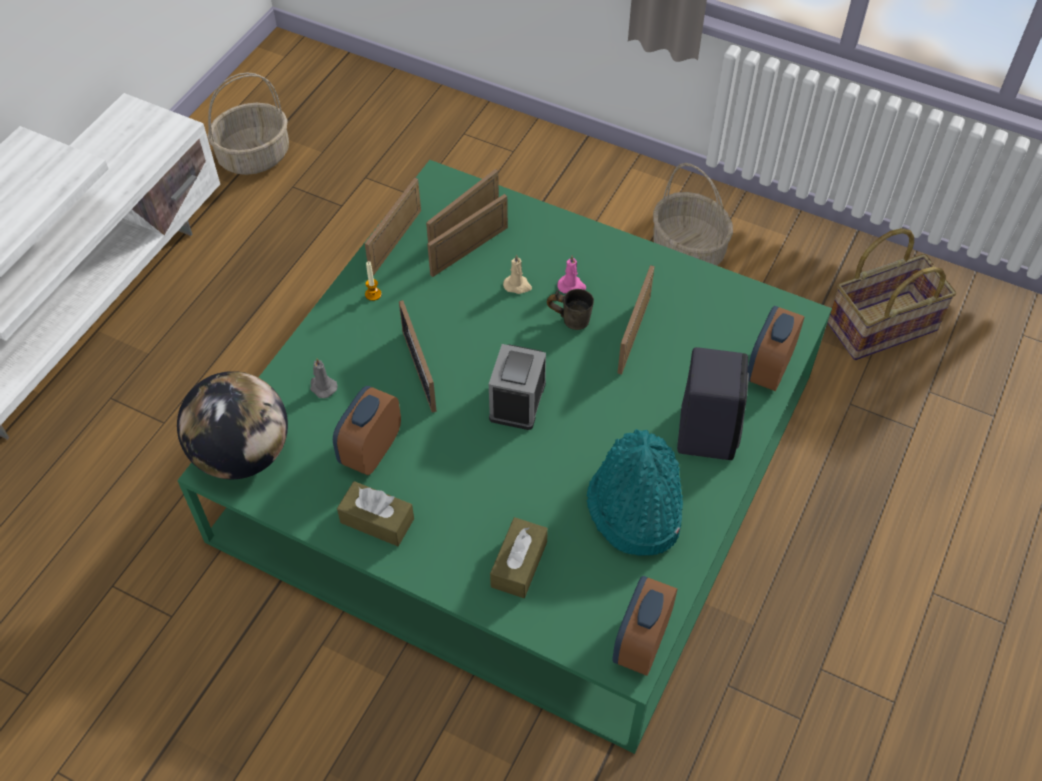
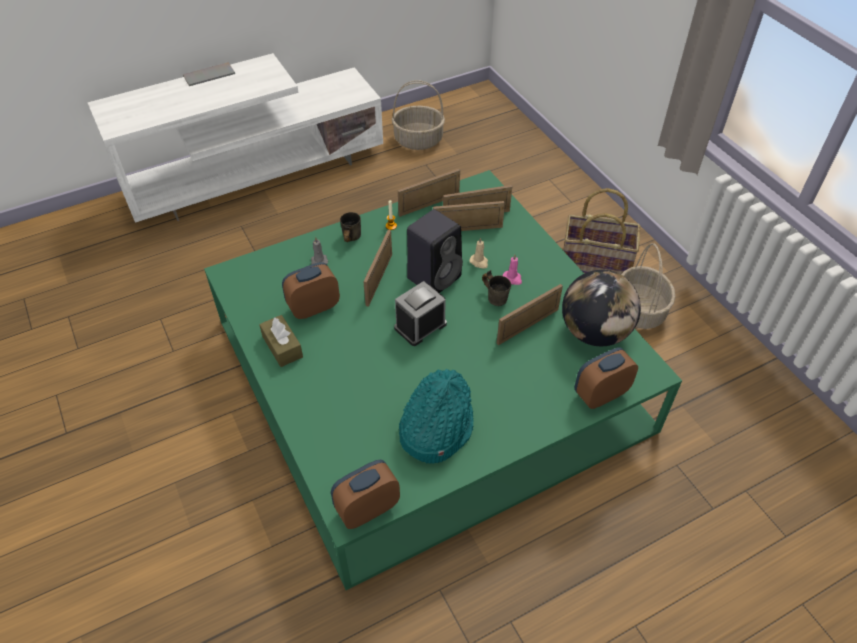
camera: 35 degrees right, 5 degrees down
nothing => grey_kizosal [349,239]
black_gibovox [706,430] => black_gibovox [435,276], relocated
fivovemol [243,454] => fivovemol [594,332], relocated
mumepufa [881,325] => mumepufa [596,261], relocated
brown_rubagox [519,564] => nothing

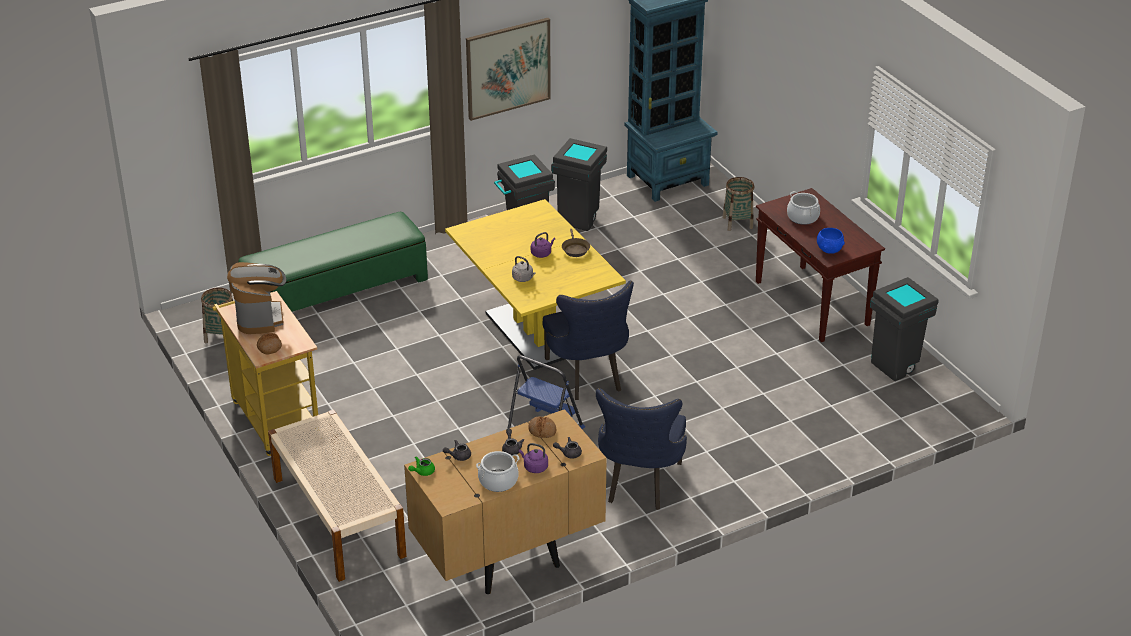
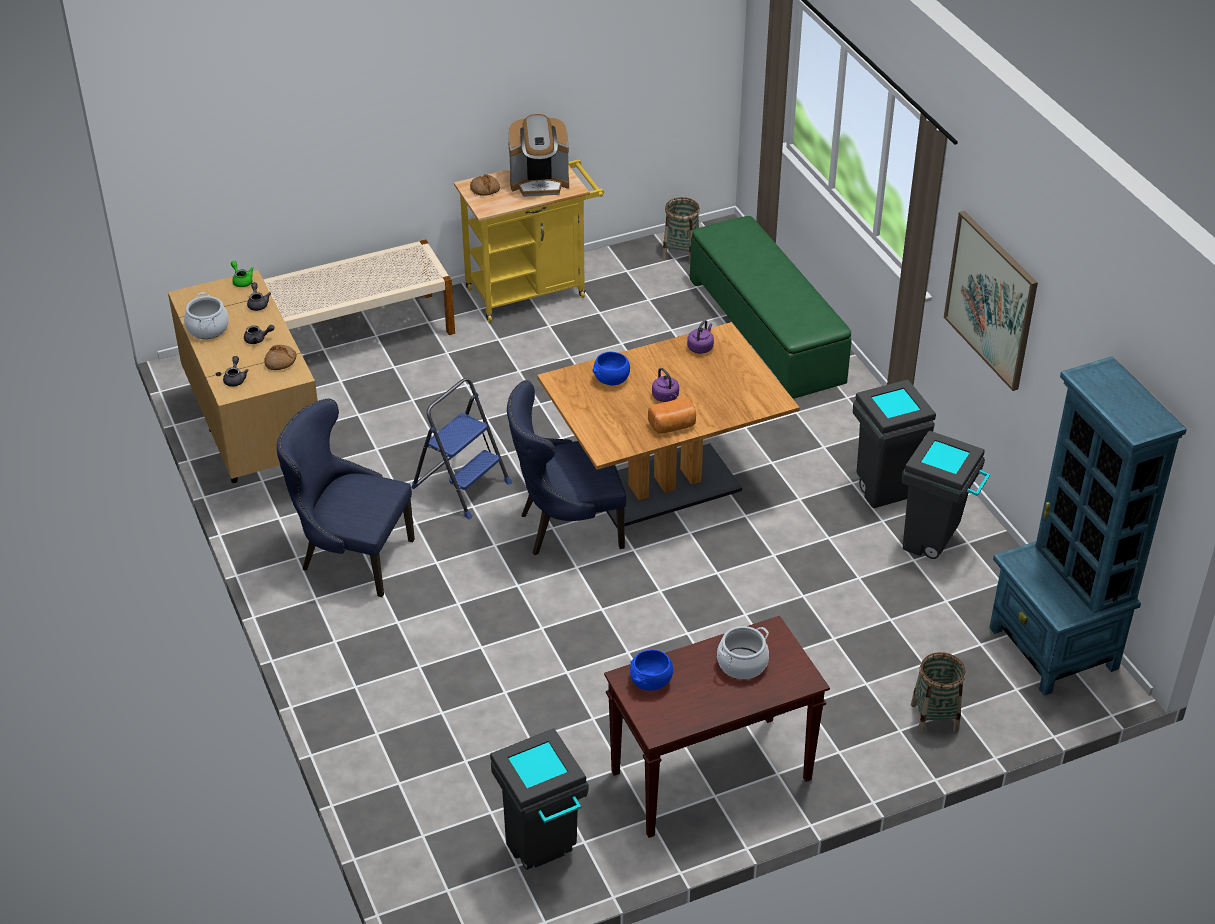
camera: 95 degrees right, 5 degrees up
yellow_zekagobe [534,333] => brown_zekagobe [664,486]
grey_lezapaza [523,278] => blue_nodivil [611,379]
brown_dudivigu [575,249] => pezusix [673,426]
purple_lezapaza [534,467] => purple_lezapaza [701,347], relocated

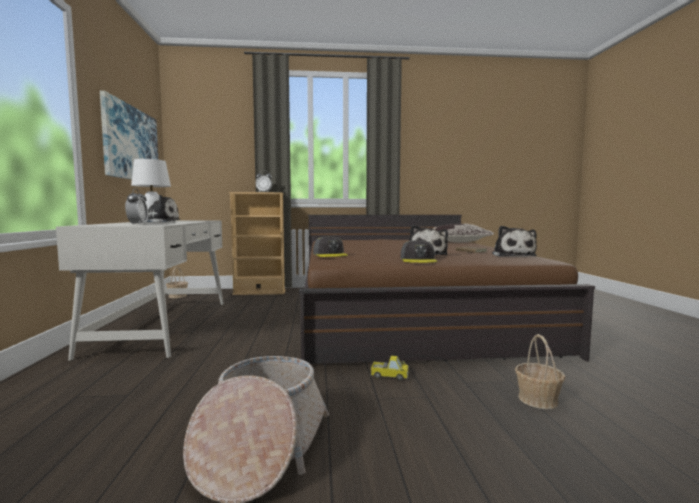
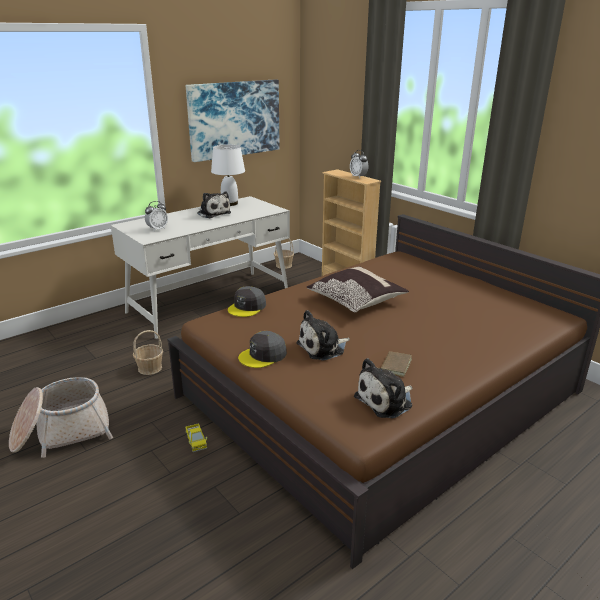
camera: 55 degrees right, 20 degrees up
mumepufa [537,400] => mumepufa [149,368], relocated
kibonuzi [458,242] => kibonuzi [356,301], relocated

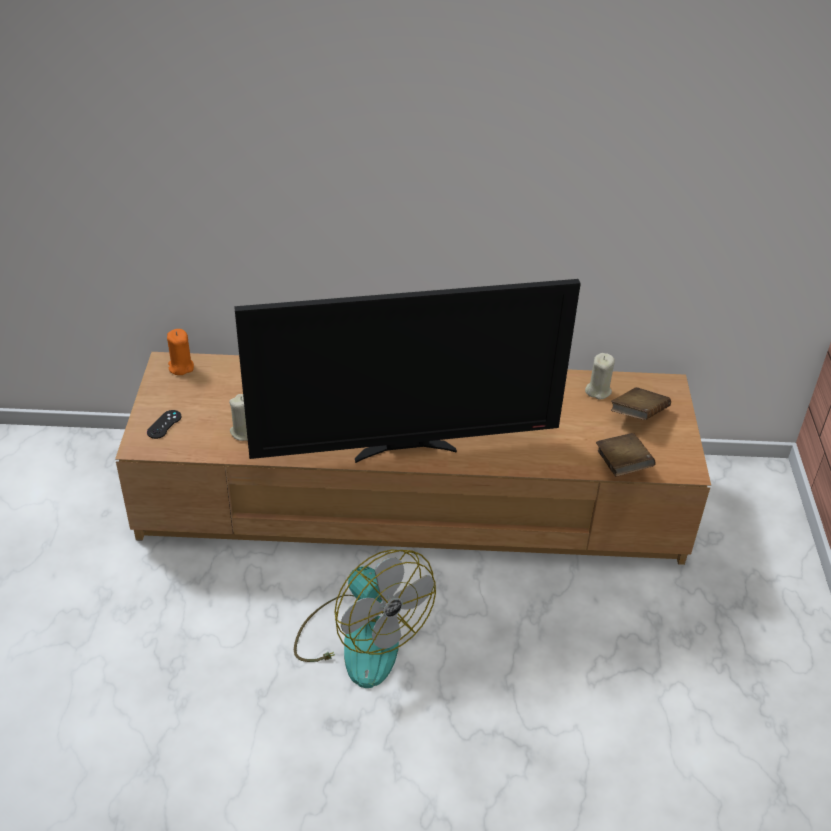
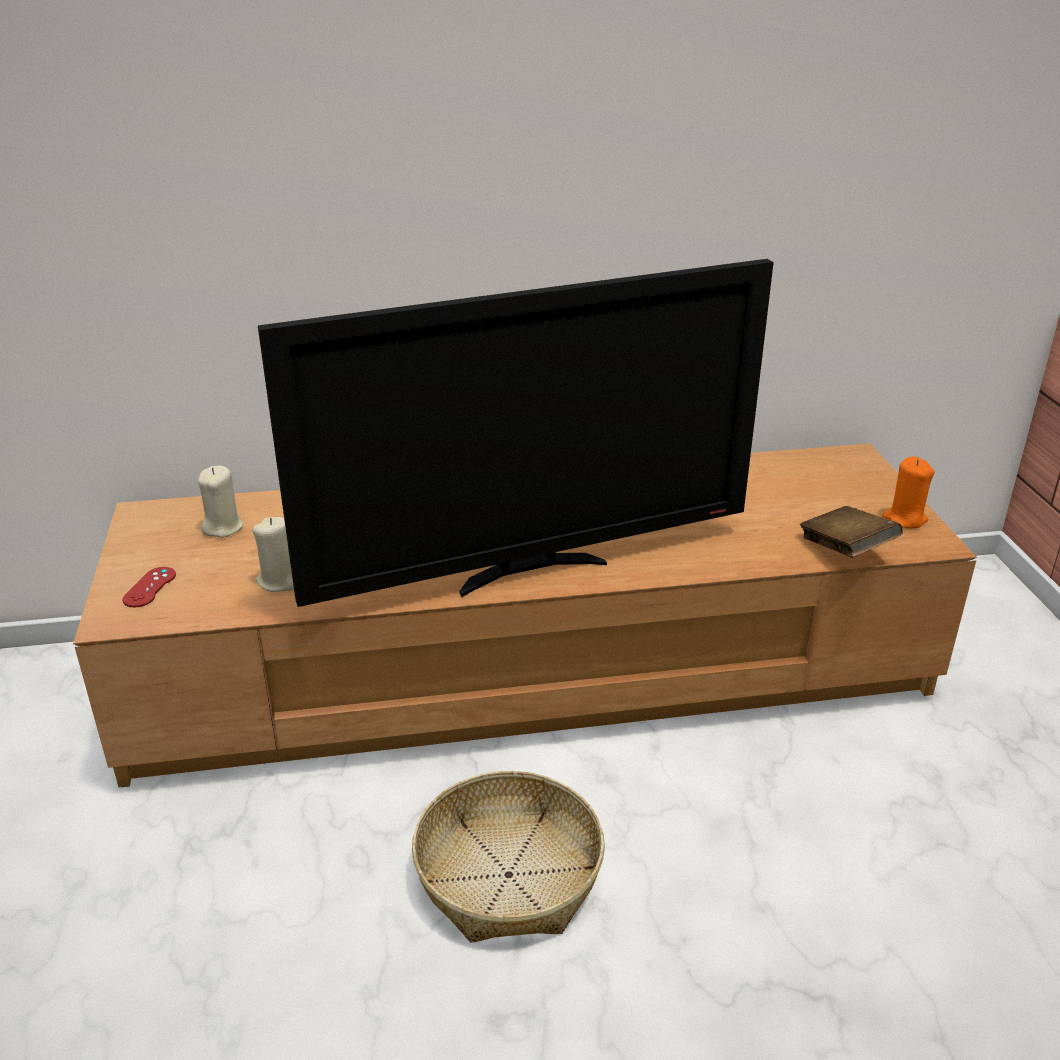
camera: 10 degrees left, 10 degrees down
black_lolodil [164,424] => red_lolodil [149,587]
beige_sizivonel [598,391] => beige_sizivonel [223,527], relocated
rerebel [360,638] => mumepufa [509,874]
orange_sizivonel [181,367] => orange_sizivonel [904,519], relocated
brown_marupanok [638,415] => nothing

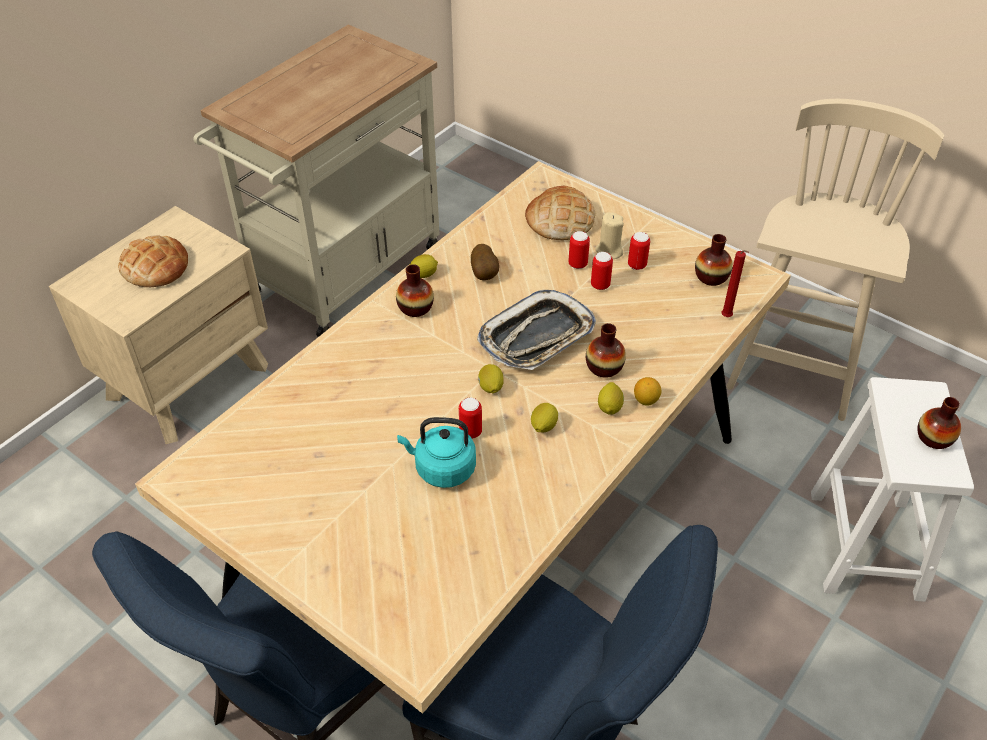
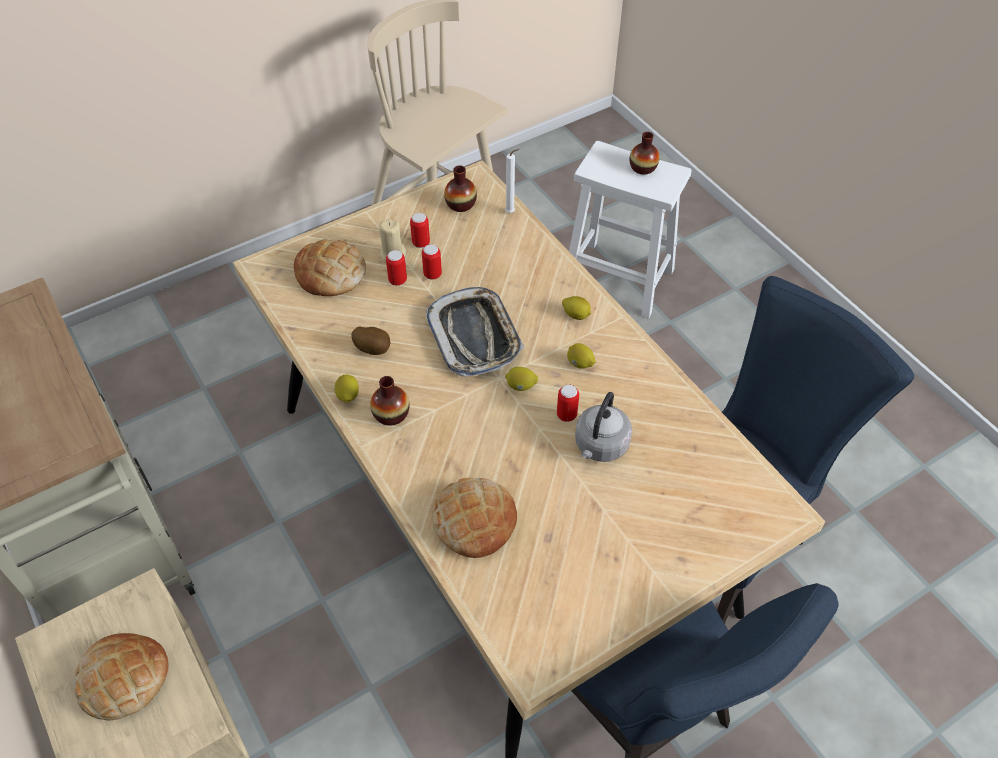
camera: 70 degrees left, 5 degrees up
nothing => pezusix [474,520]
red_sizivonel [727,318] => white_sizivonel [511,212]
turquoise_lezapaza [442,469] => grey_lezapaza [600,446]
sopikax [604,367] => nothing
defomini [646,400] => nothing

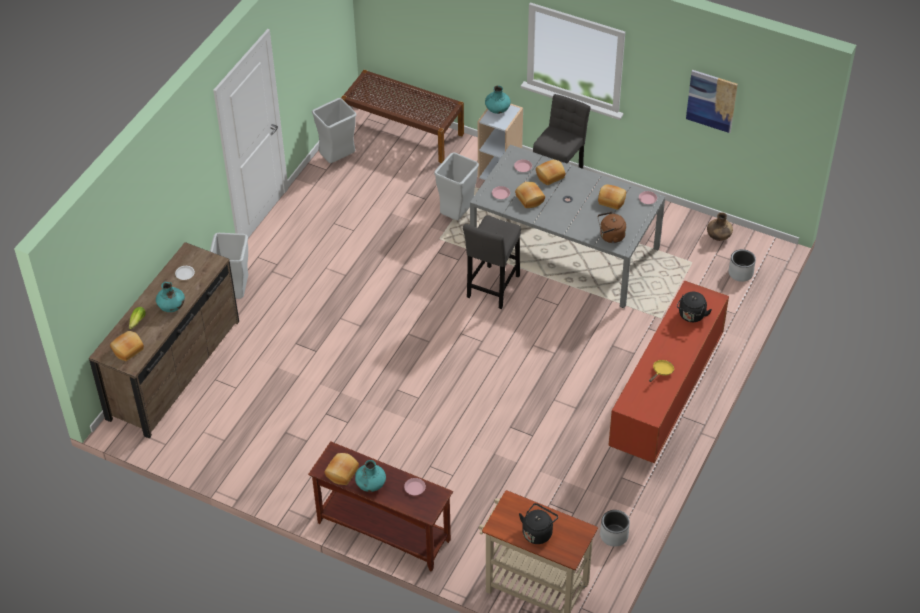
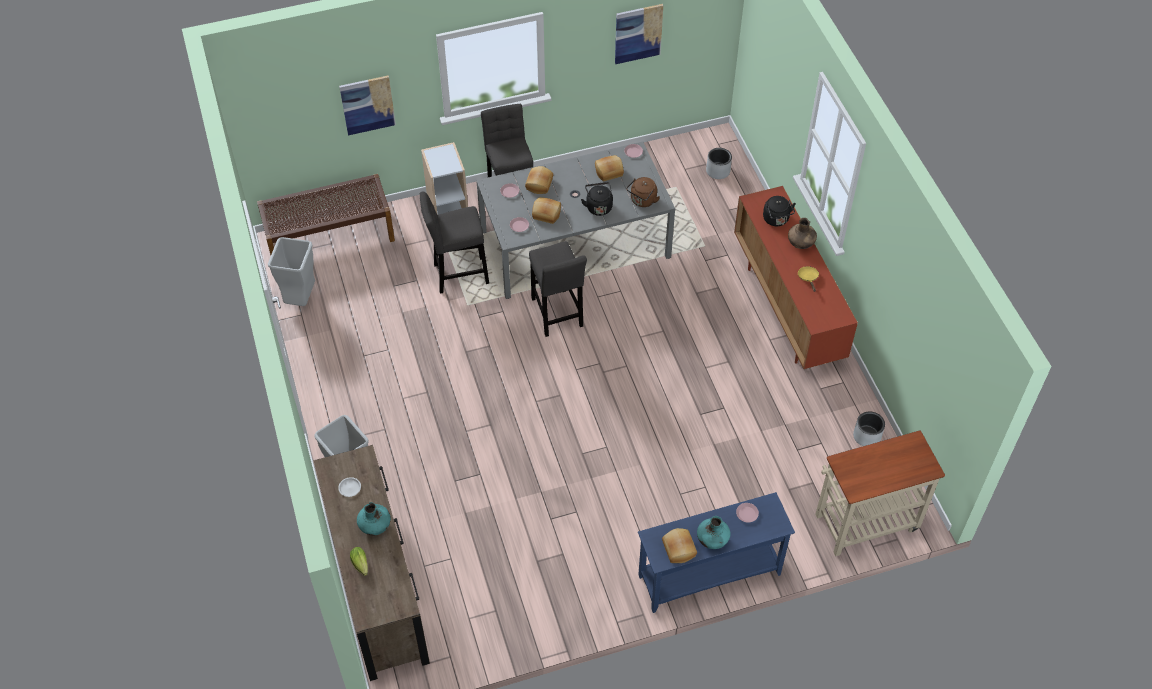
camera: 45 degrees left, 5 degrees up
nothing => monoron [367,104]
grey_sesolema [457,214] => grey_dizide [457,275]
black_lezapaza [538,532] => black_lezapaza [598,206], relocated
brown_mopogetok [383,531] => blue_mopogetok [708,575]
brown_sopikax [718,236] => brown_sopikax [800,243], relocated
pezusix [127,349] => nothing
turquoise_sopikax [497,110] => nothing

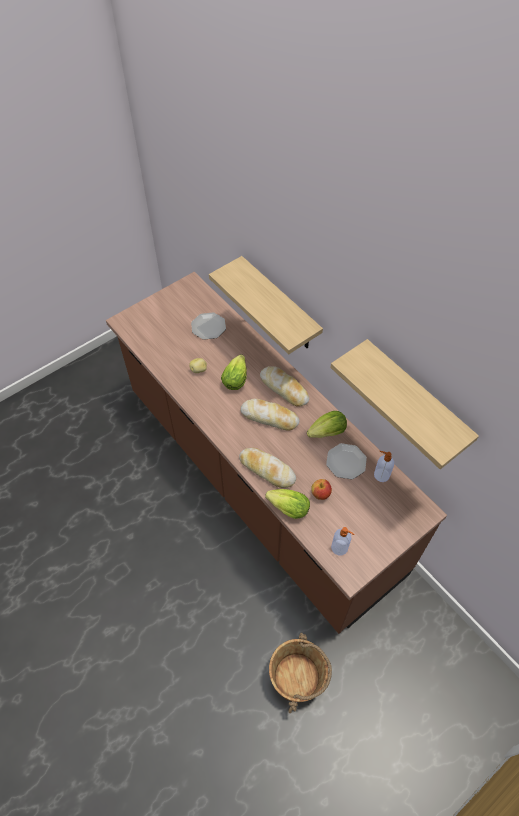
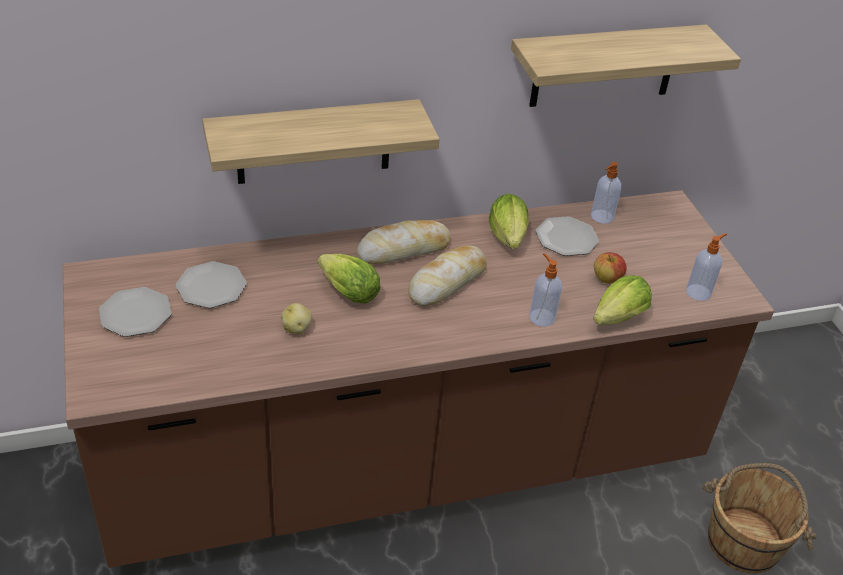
camera: 70 degrees left, 15 degrees down
nothing => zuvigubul [136,314]
pezusix [267,470] => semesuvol [541,317]

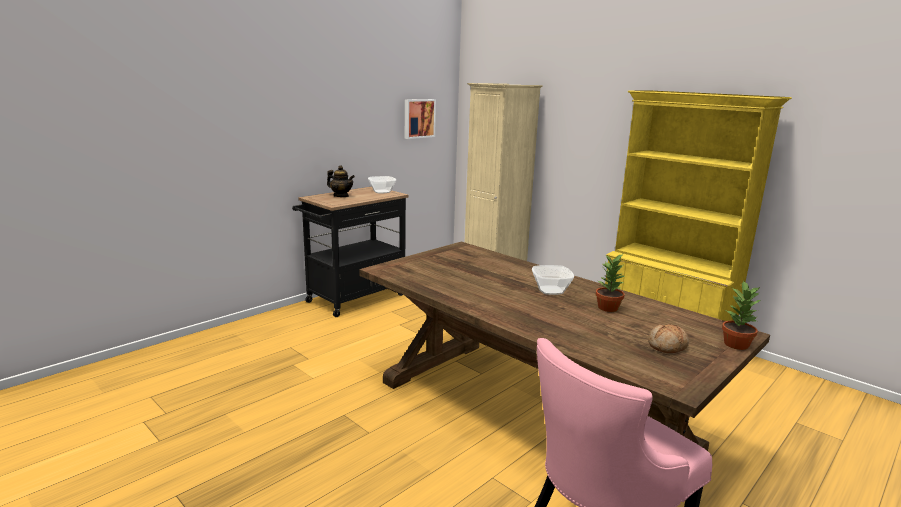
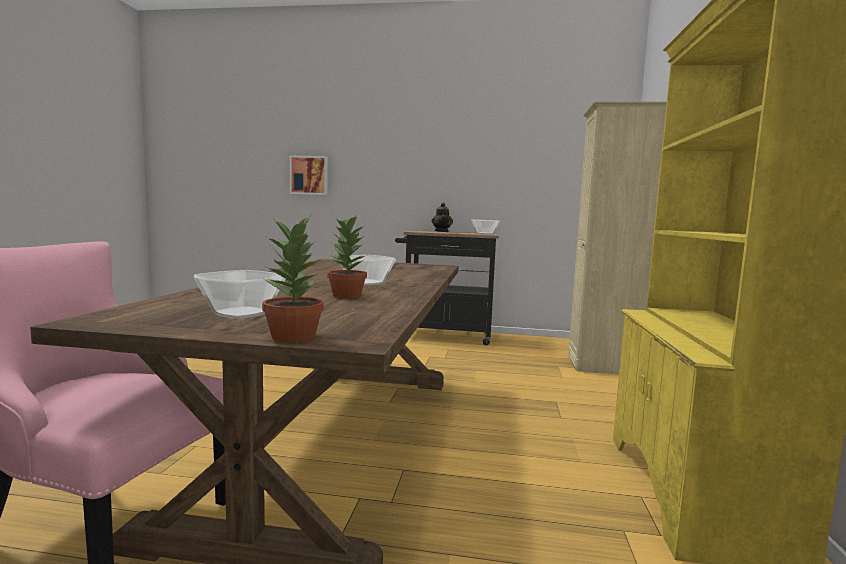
camera: 55 degrees right, 10 degrees down
pezusix [667,346] => nodivil [239,313]
monoron [418,118] => monoron [309,175], relocated

